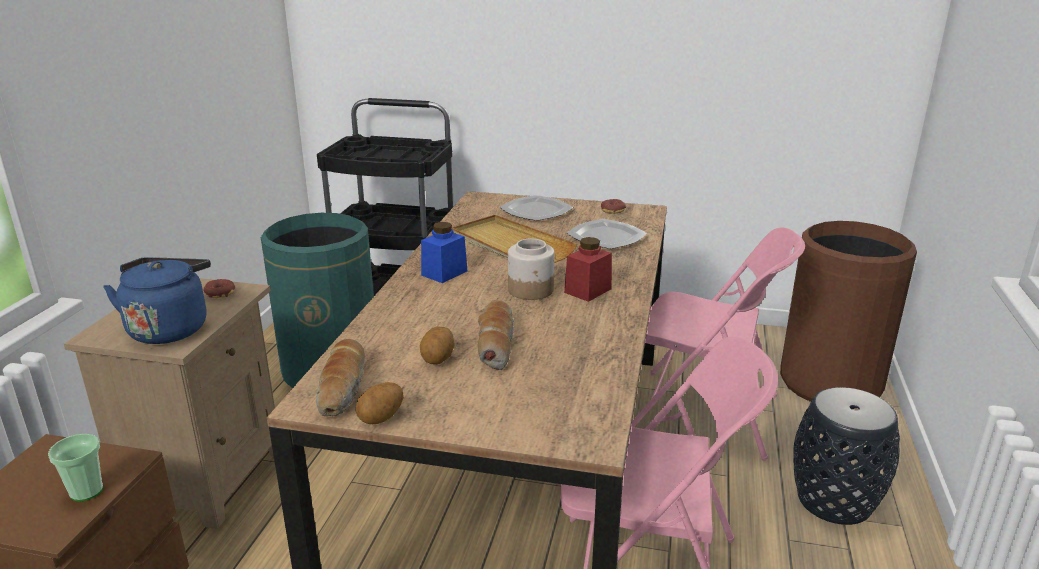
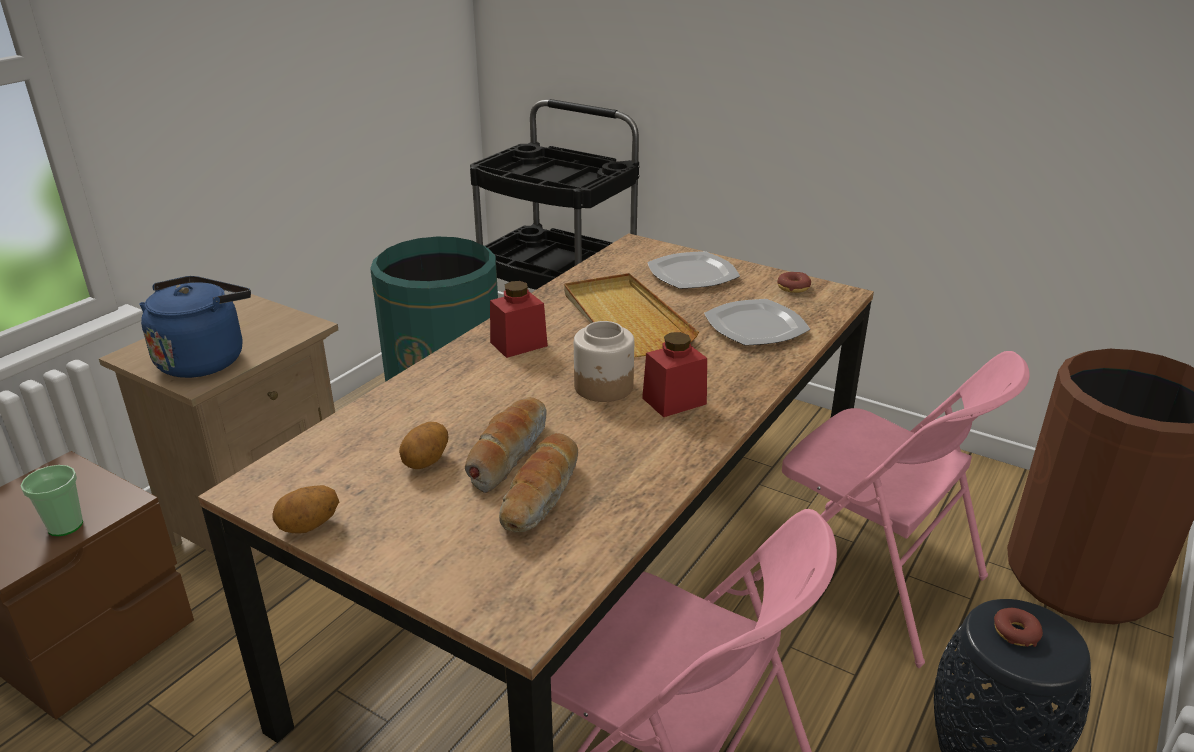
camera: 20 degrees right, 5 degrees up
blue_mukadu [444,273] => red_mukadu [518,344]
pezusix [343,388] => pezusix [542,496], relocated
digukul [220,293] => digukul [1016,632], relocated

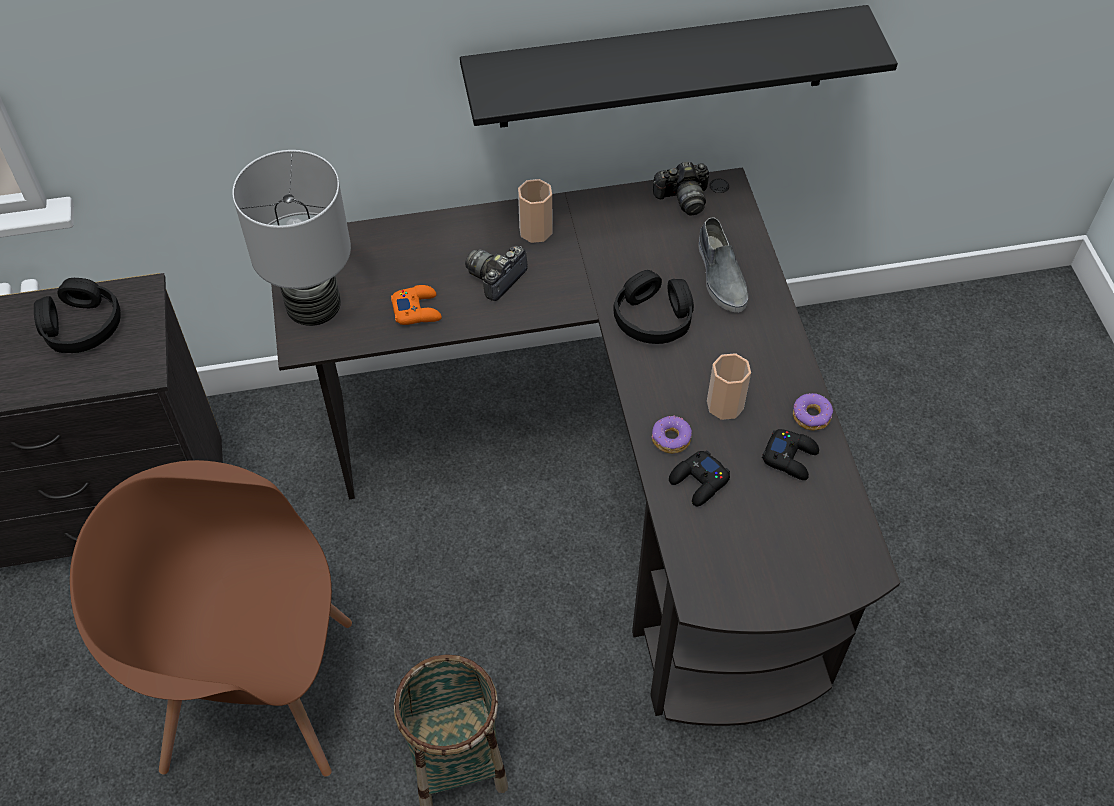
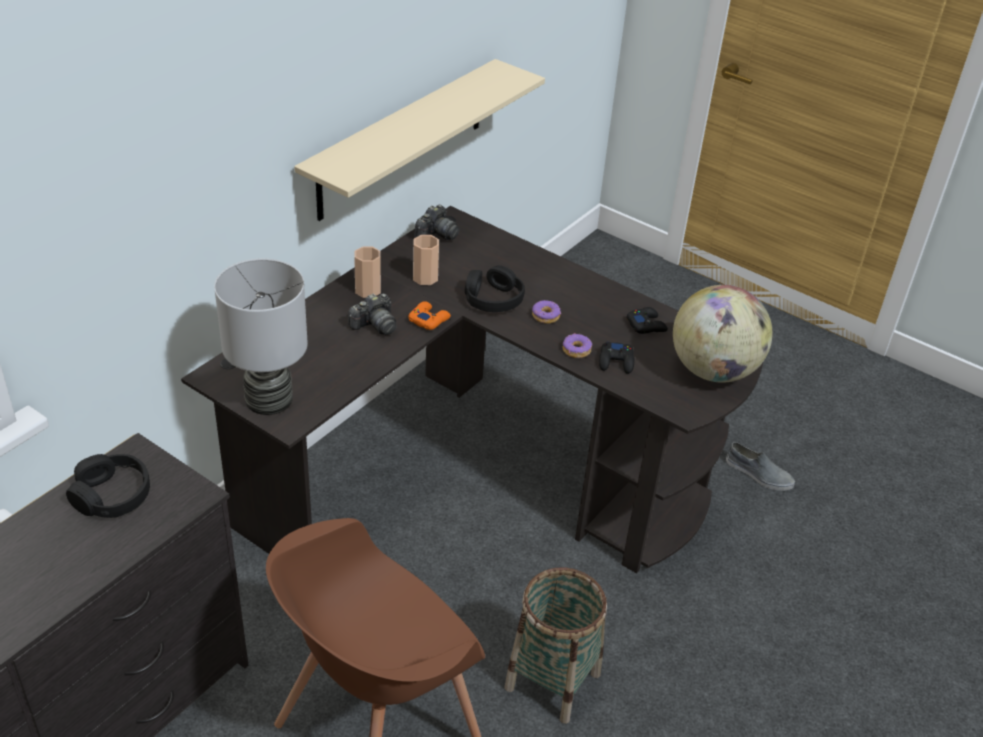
camera: 45 degrees left, 15 degrees down
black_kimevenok [664,67] => beige_kimevenok [402,139]
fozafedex [497,278] => fozafedex [374,325], 120 degrees counterclockwise
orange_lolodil [417,310] => orange_lolodil [429,319], relocated
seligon [725,405] => seligon [425,278], relocated
digukul [811,416] => digukul [546,316], relocated
nothing => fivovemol [713,371]
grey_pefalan [720,275] => grey_pefalan [758,474], relocated

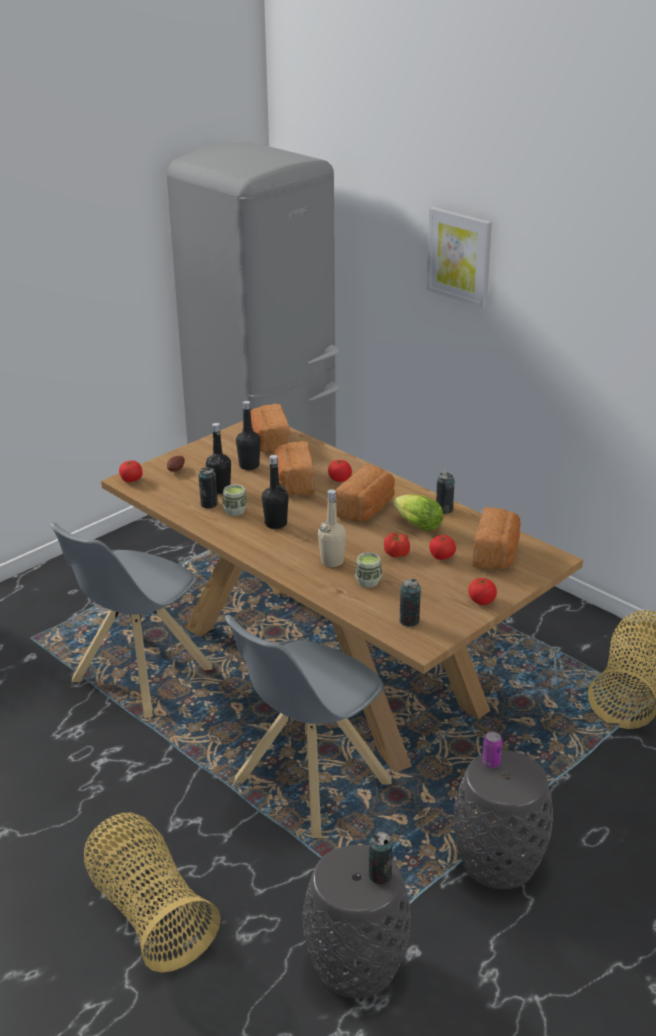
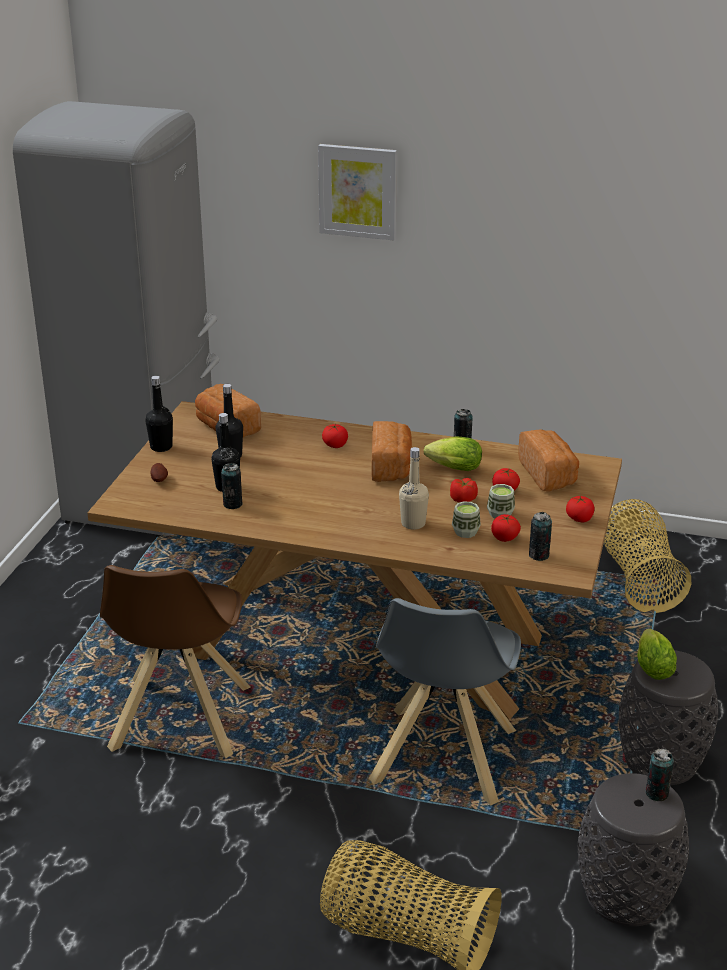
camera: 30 degrees left, 0 degrees up
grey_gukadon [139,676] => brown_gukadon [179,720]
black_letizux [276,524] => black_letizux [161,447], relocated
seligon [235,511] => seligon [500,514], relocated
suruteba [131,480] => suruteba [504,538], relocated
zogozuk [491,763] => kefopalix [652,666]
pezusix [294,483] => nothing

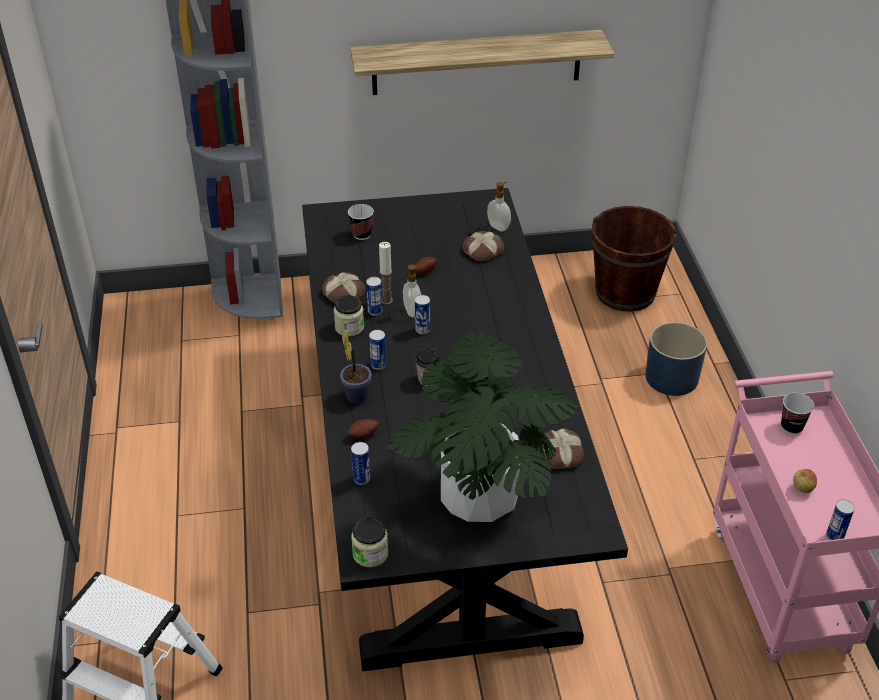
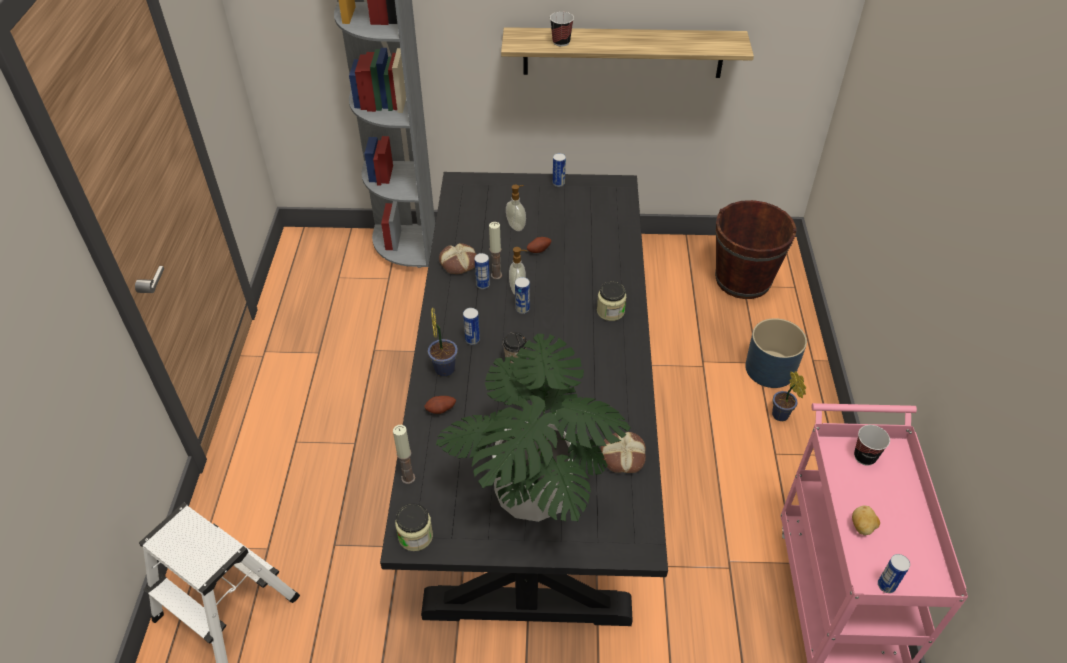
camera: 10 degrees right, 5 degrees up
nothing => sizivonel [408,478]
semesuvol [499,227] => semesuvol [516,226], relocated
seligon [361,234] => seligon [561,42], relocated
zogozuk [361,479] => zogozuk [558,183], relocated
mukadu [349,327] => mukadu [610,311], relocated
nothing => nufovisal [781,417]
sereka [802,489] => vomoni [862,527]
pezusix [482,250] => nothing

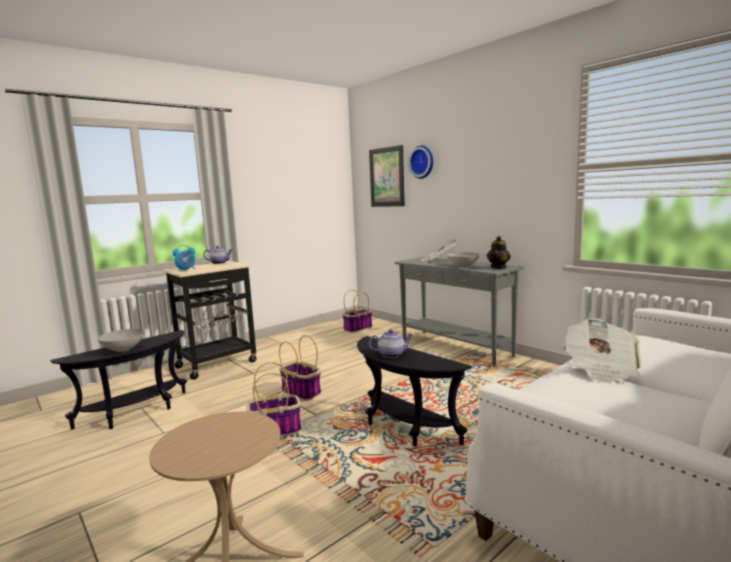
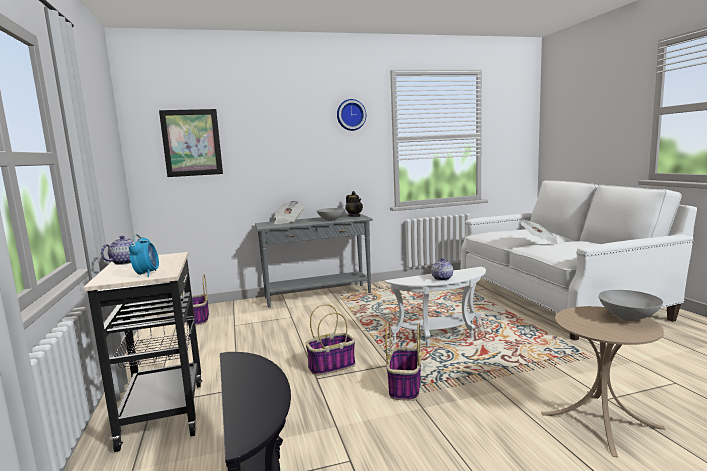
camera: 65 degrees left, 0 degrees up
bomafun [423,162] => bomafun [350,115], relocated
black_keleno [403,429] => white_keleno [442,337]
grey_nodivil [124,349] => grey_nodivil [627,317], relocated

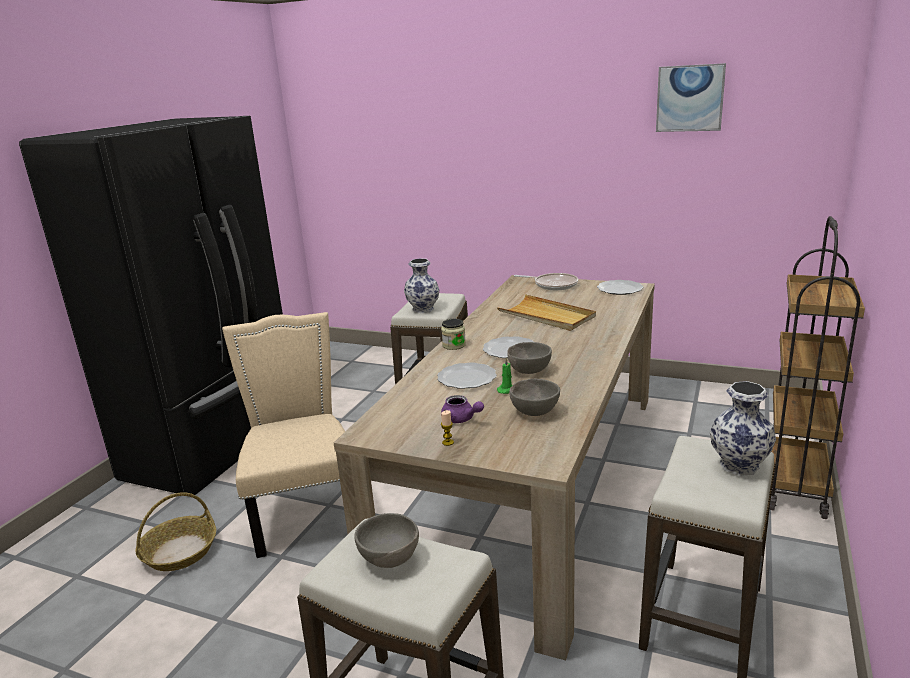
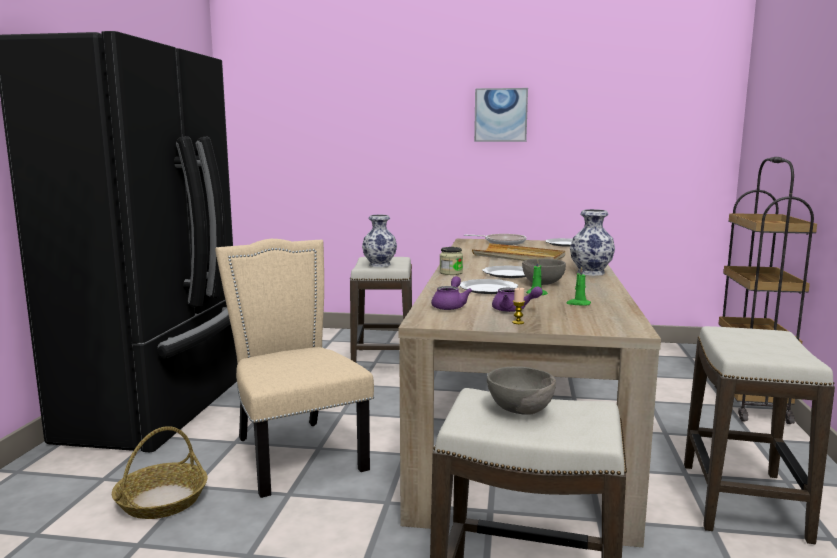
camera: 15 degrees left, 10 degrees down
nothing => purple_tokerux [450,306]
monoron [690,98] => monoron [500,115], relocated
grey_nodivil [534,412] => green_sizivonel [578,304]
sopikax [740,465] => sopikax [591,272], relocated

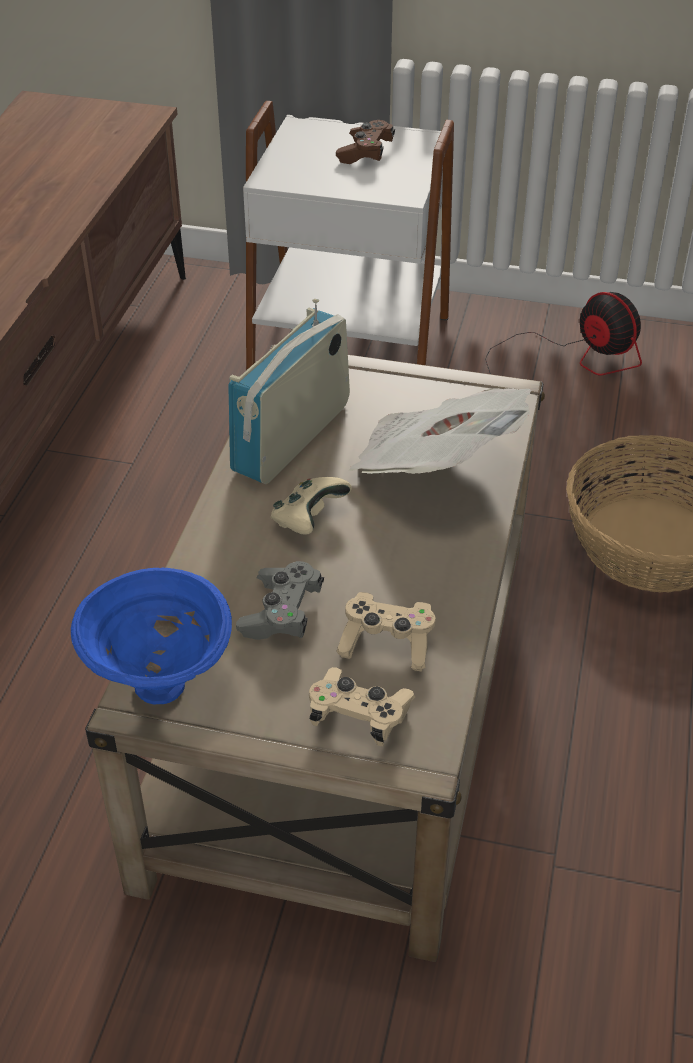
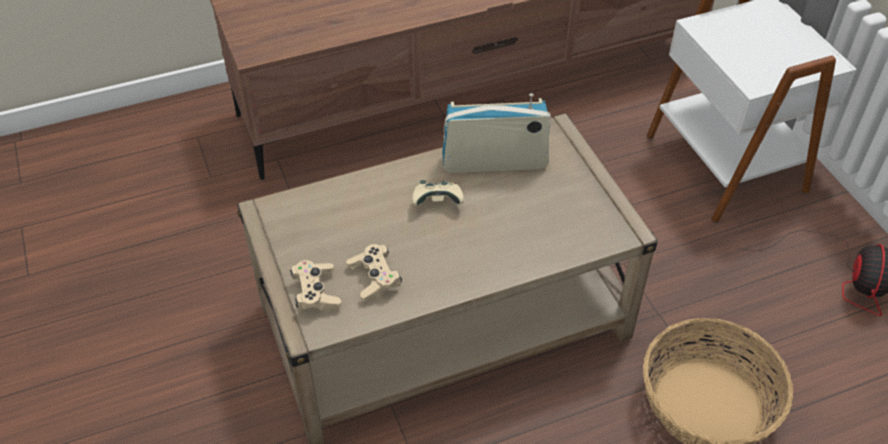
camera: 55 degrees right, 5 degrees up
blue_nodivil [163,687] => nothing
grey_lolodil [281,613] => nothing
brown_lolodil [365,153] => nothing
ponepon [435,467] => nothing

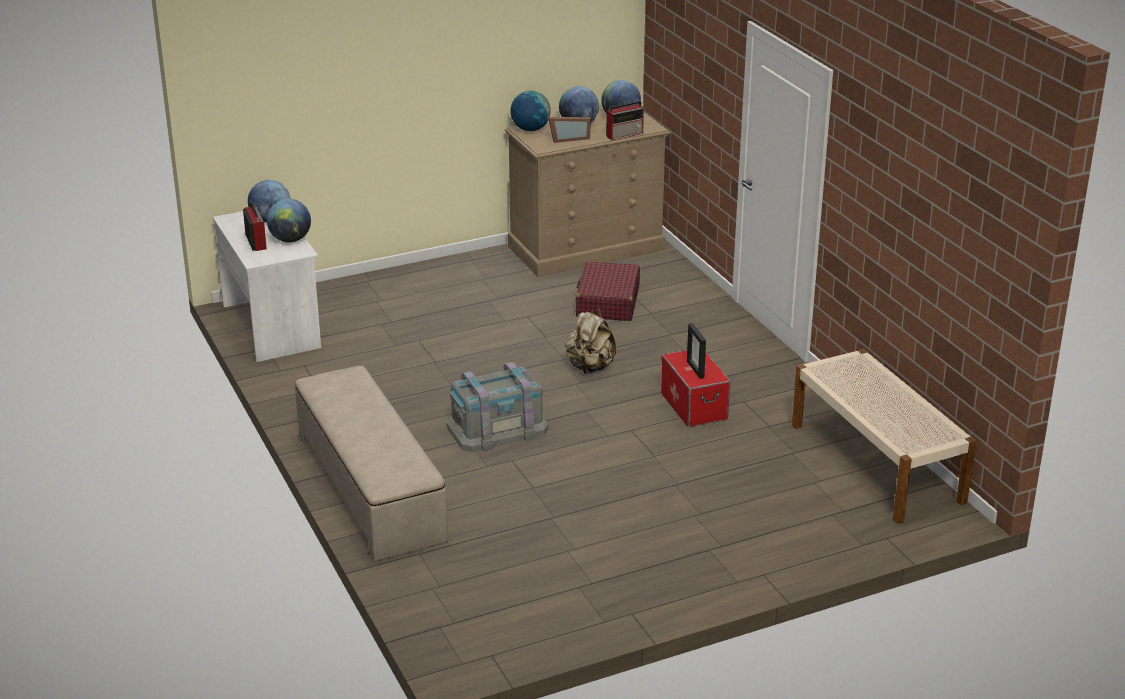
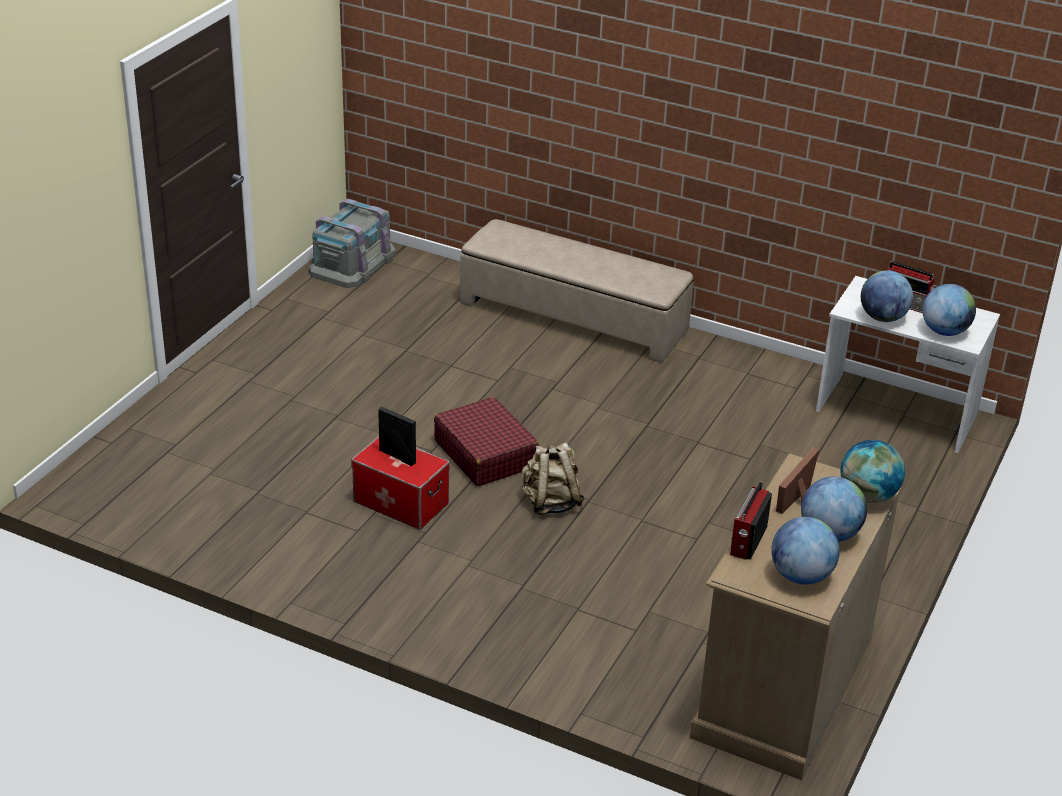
camera: 140 degrees right, 5 degrees up
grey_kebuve [497,428] => grey_kebuve [352,262], relocated
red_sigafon [607,302] => red_sigafon [485,454], relocated
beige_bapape [877,463] => nothing

